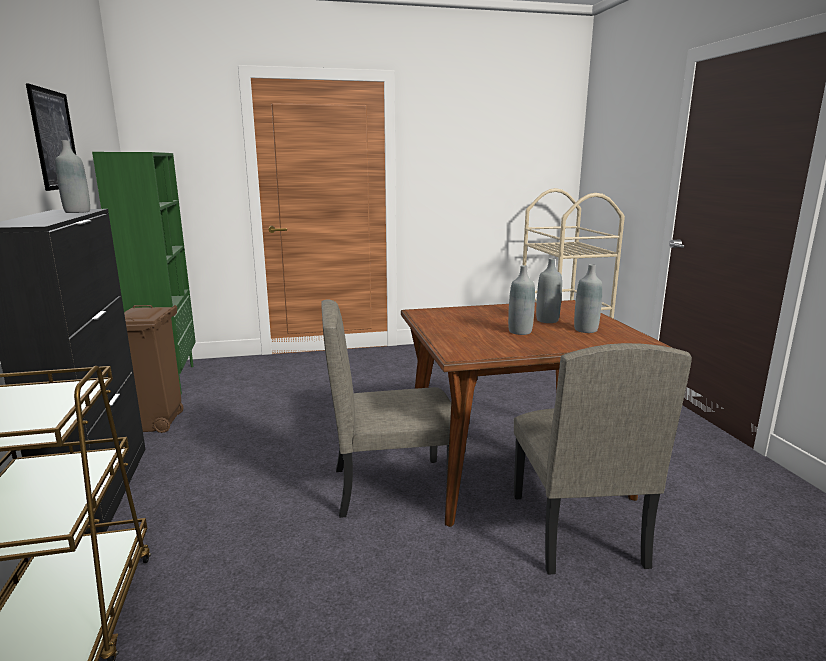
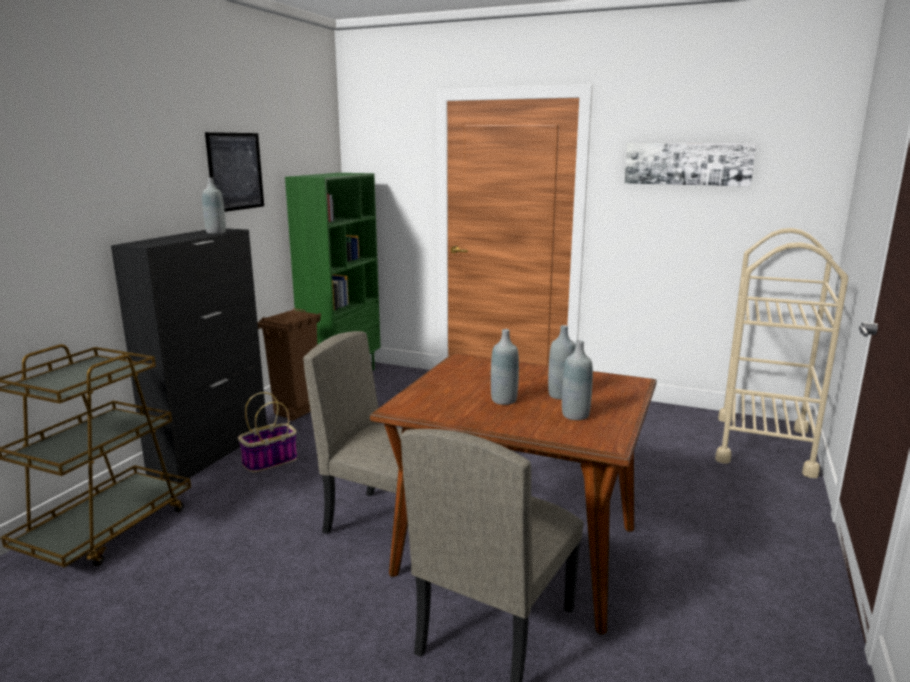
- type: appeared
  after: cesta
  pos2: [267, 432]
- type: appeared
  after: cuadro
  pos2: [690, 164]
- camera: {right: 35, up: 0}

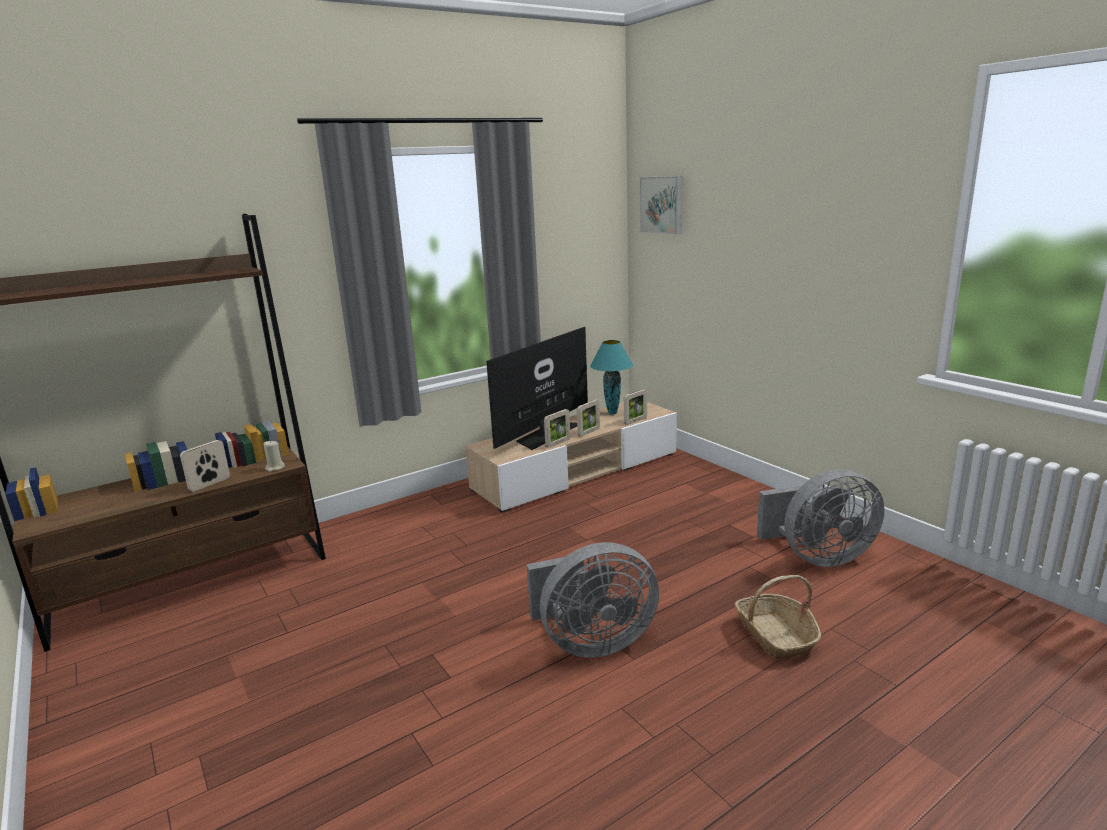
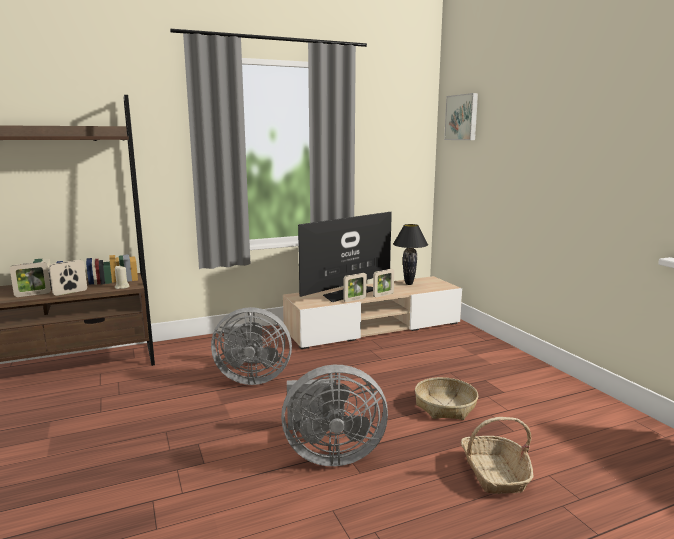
- type: relocated
  before: portarretratos
  pos1: [635, 407]
  pos2: [30, 279]
- type: relocated
  before: ventilador [gris]
  pos1: [820, 518]
  pos2: [251, 346]
- type: colour
  before: lámpara de mesa [turquesa]
  after: lámpara de mesa [negro]
  pos1: [611, 377]
  pos2: [410, 254]
- type: appeared
  after: cesta
  pos2: [446, 398]
- camera: {right: 10, up: -5}

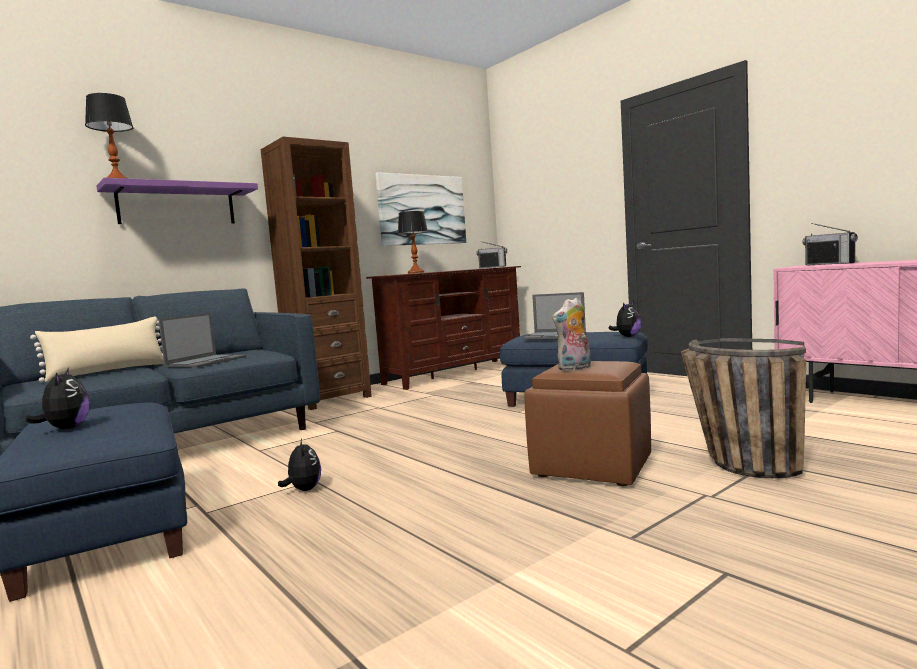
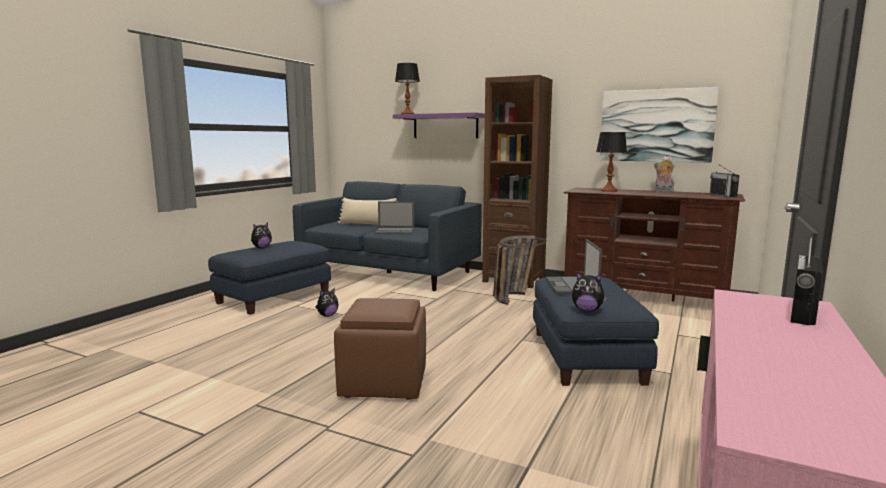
- type: relocated
  before: cesta
  pos1: [743, 408]
  pos2: [520, 270]
- type: relocated
  before: peluche
  pos1: [571, 334]
  pos2: [664, 174]
- camera: {right: 65, up: 5}

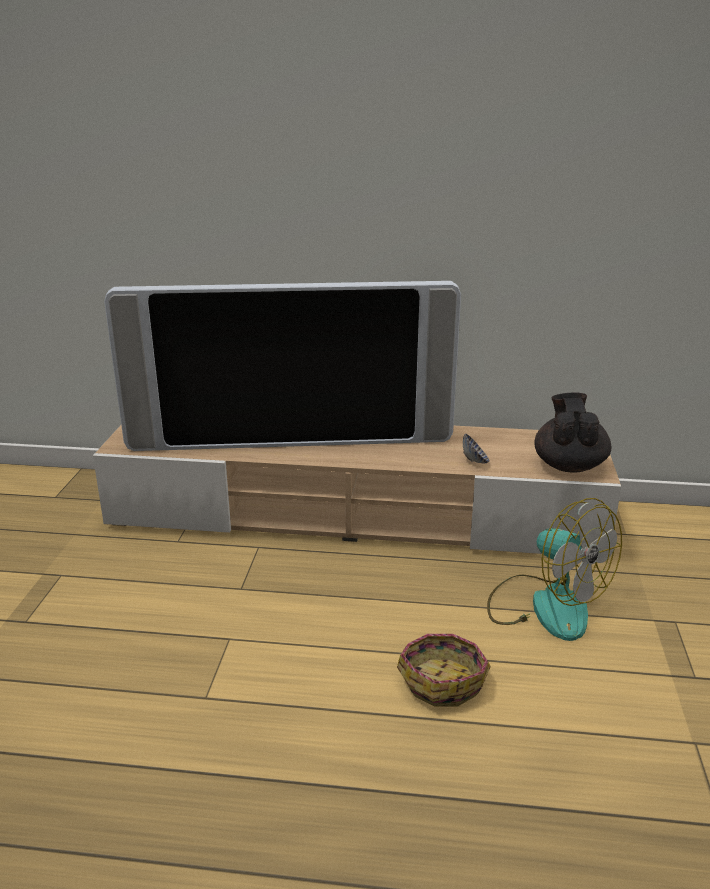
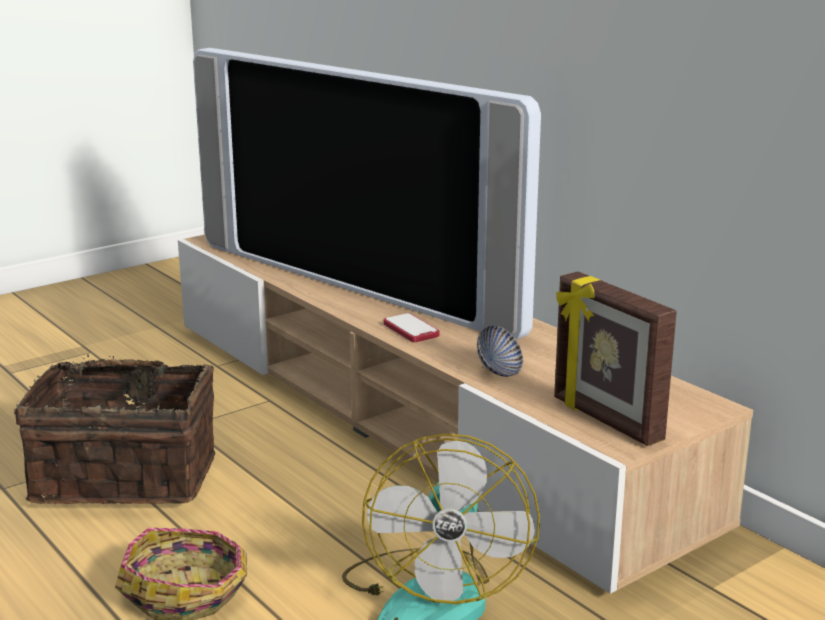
- type: appeared
  after: cesta
  pos2: [114, 429]
- type: appeared
  after: móvil
  pos2: [411, 327]
- type: exchanged
  before: tetera [negro]
  after: portarretratos
  pos1: [573, 432]
  pos2: [615, 359]
- camera: {right: 45, up: -5}

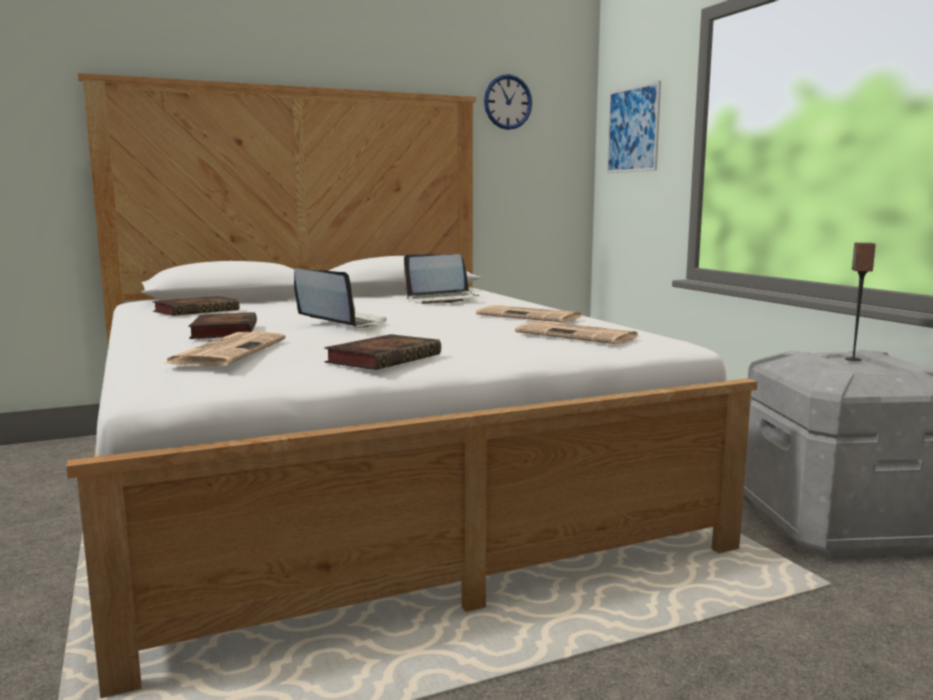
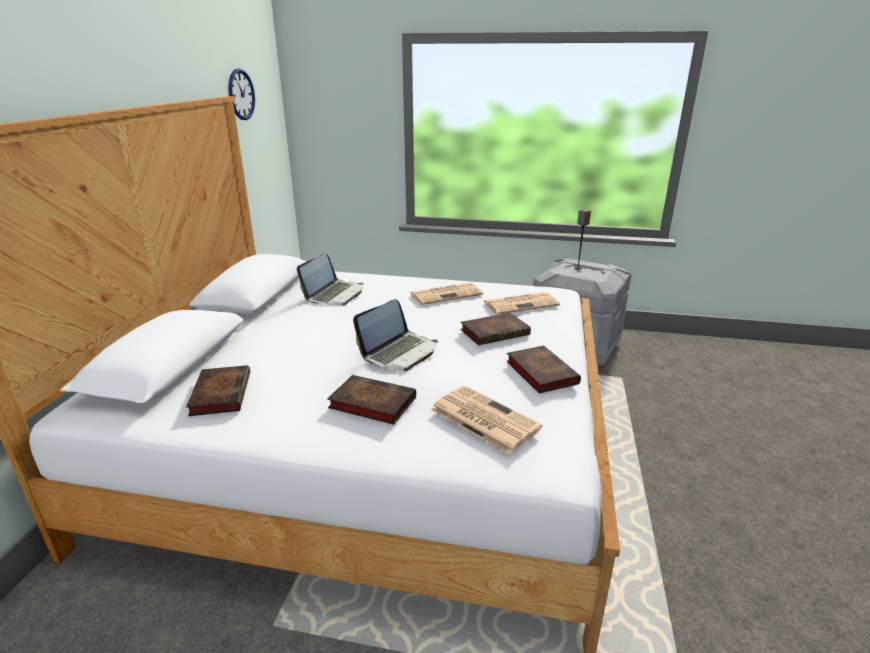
- type: spun
  before: portátil
  pos1: [340, 298]
  pos2: [395, 335]
  turn: 150
- type: appeared
  after: libro
  pos2: [495, 329]
- type: missing
  before: cuadro
  pos1: [633, 127]
- camera: {right: -55, up: 15}

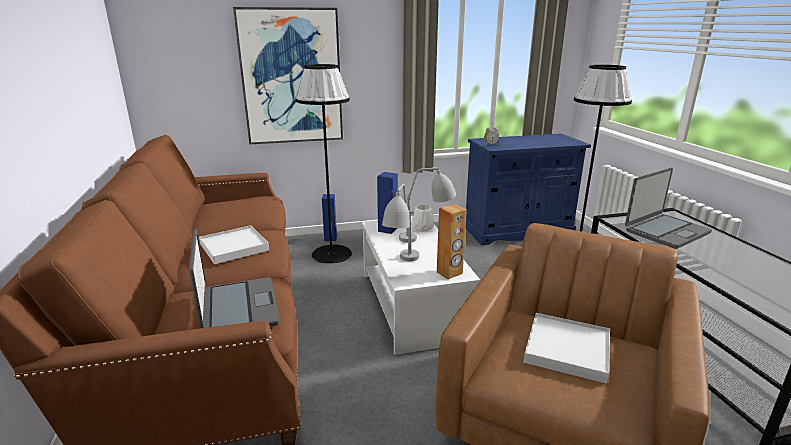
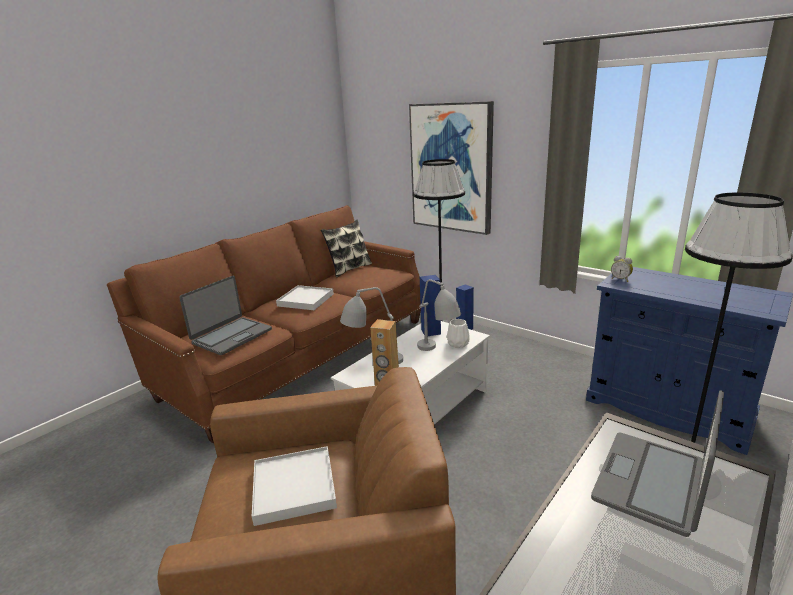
- type: appeared
  after: cojín
  pos2: [346, 248]
- type: spun
  before: portátil
  pos1: [668, 208]
  pos2: [657, 463]
  turn: 105
- camera: {right: 55, up: 0}

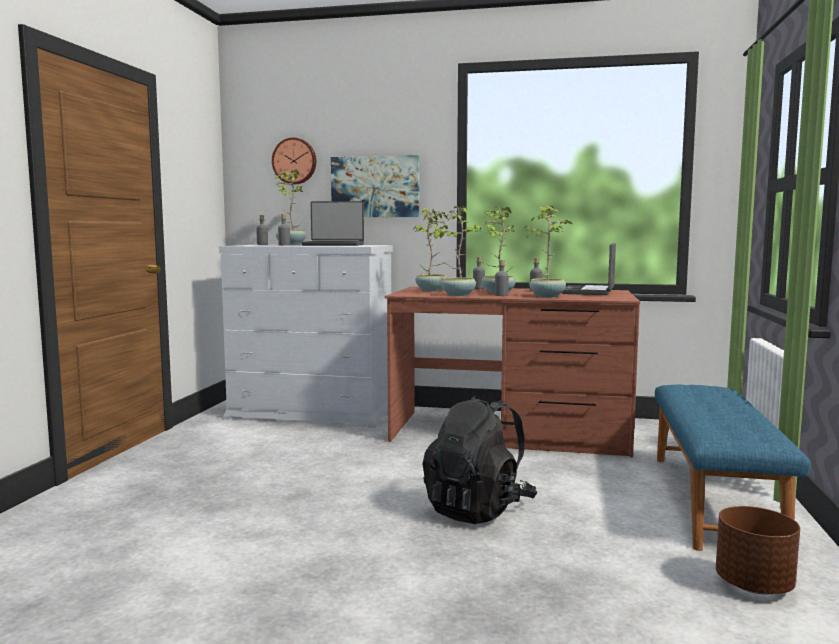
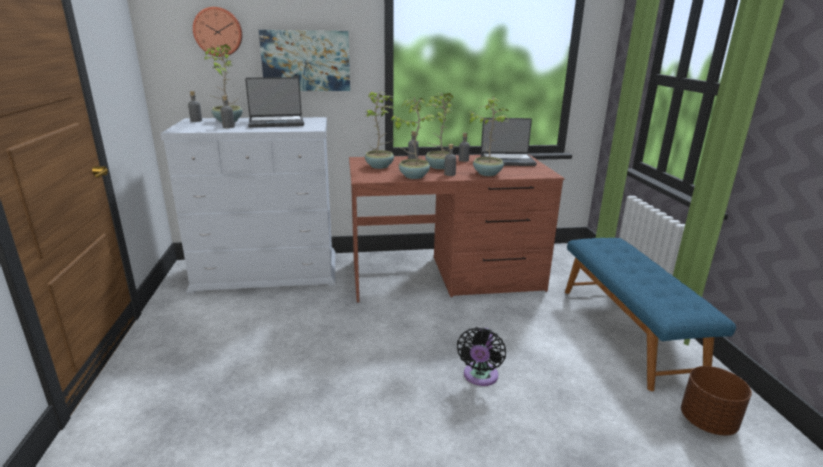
- type: exchanged
  before: mochila [negro]
  after: ventilador [negro]
  pos1: [480, 460]
  pos2: [481, 356]
- type: spun
  before: portátil
  pos1: [589, 269]
  pos2: [509, 142]
  turn: -90
- camera: {right: -20, up: 15}

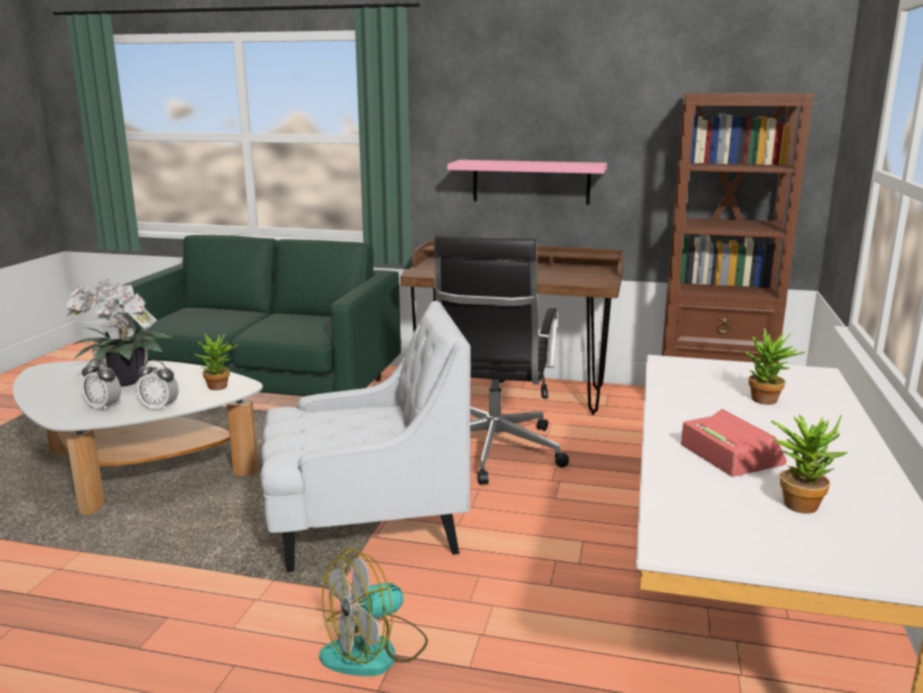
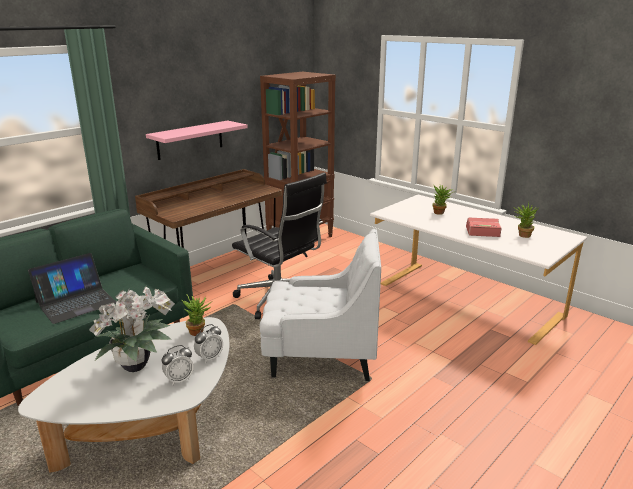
- type: appeared
  after: portátil
  pos2: [72, 288]
- type: spun
  before: sillón [blanco]
  pos1: [365, 436]
  pos2: [320, 305]
  turn: 75
- type: missing
  before: ventilador
  pos1: [373, 612]
- camera: {right: -60, up: 5}

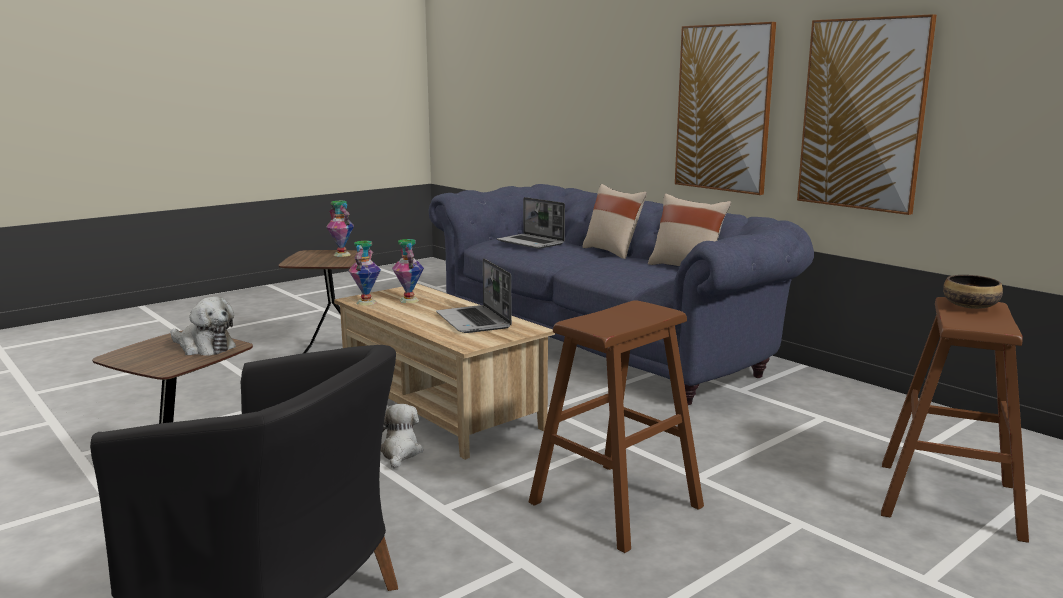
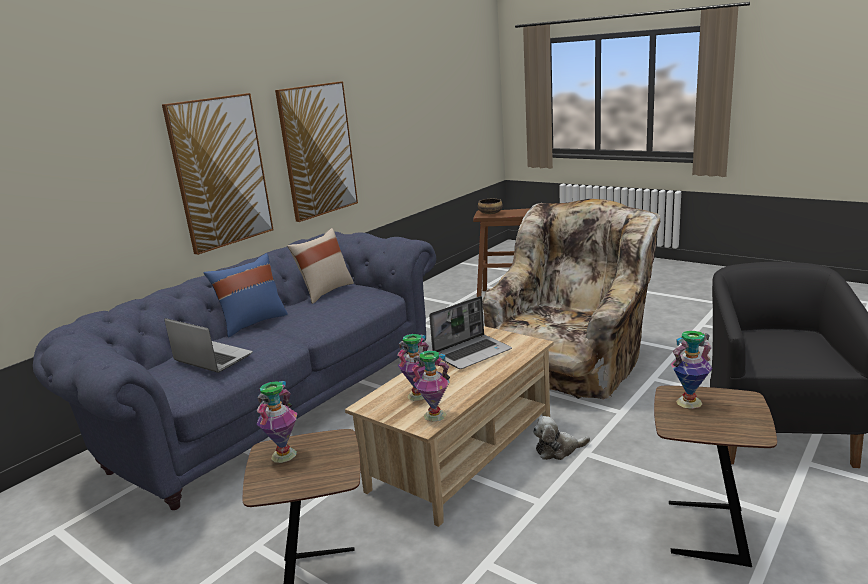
- type: spun
  before: portátil
  pos1: [531, 223]
  pos2: [208, 345]
  turn: -90
- type: colour
  before: cojín [beis]
  after: cojín [azul]
  pos1: [614, 221]
  pos2: [245, 295]
- type: exchanged
  before: taburete [marrón]
  after: sillón [beis]
  pos1: [616, 426]
  pos2: [571, 299]
- type: exchanged
  before: peluche
  after: florero
  pos1: [203, 326]
  pos2: [692, 370]
- camera: {right: -100, up: 5}

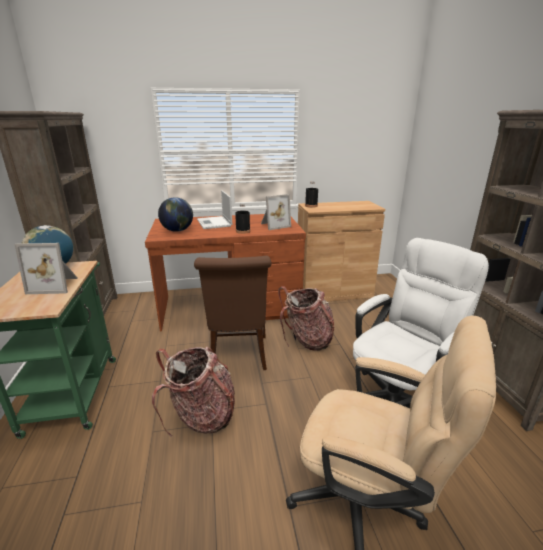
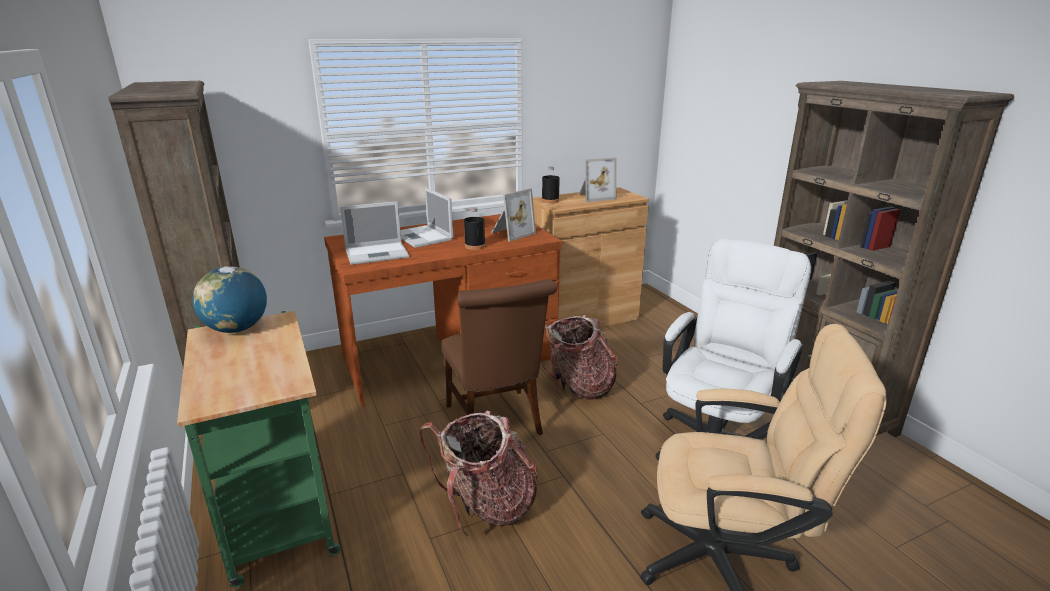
- type: exchanged
  before: globo terráqueo
  after: portátil
  pos1: [175, 214]
  pos2: [374, 233]
- type: relocated
  before: portarretratos
  pos1: [46, 268]
  pos2: [597, 180]
- camera: {right: -15, up: 0}

